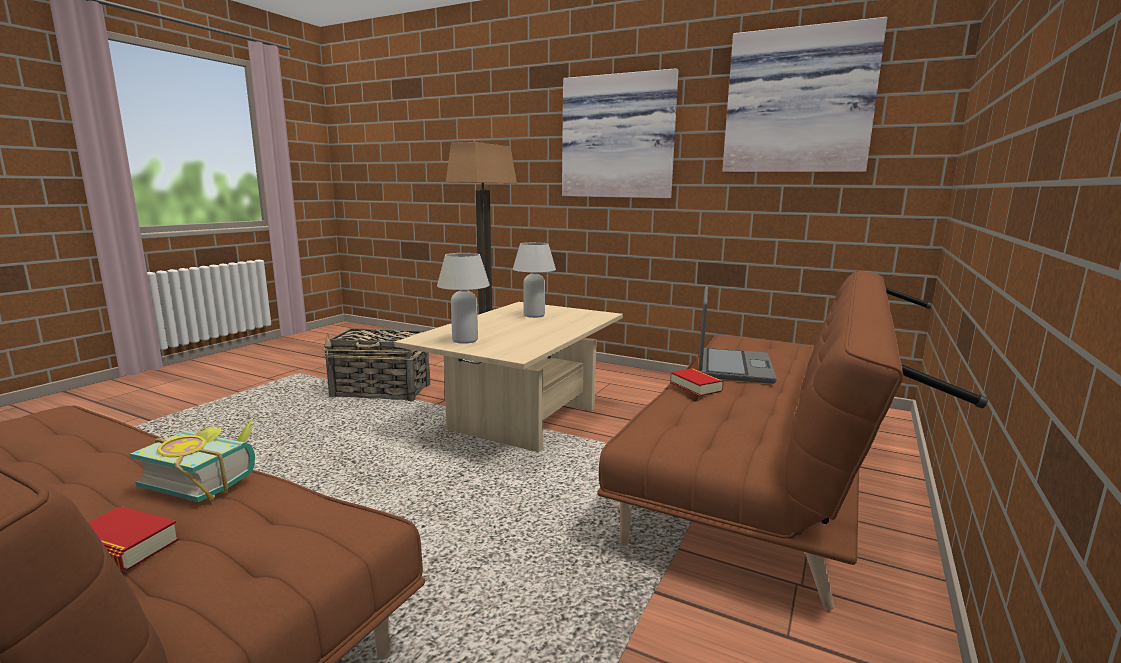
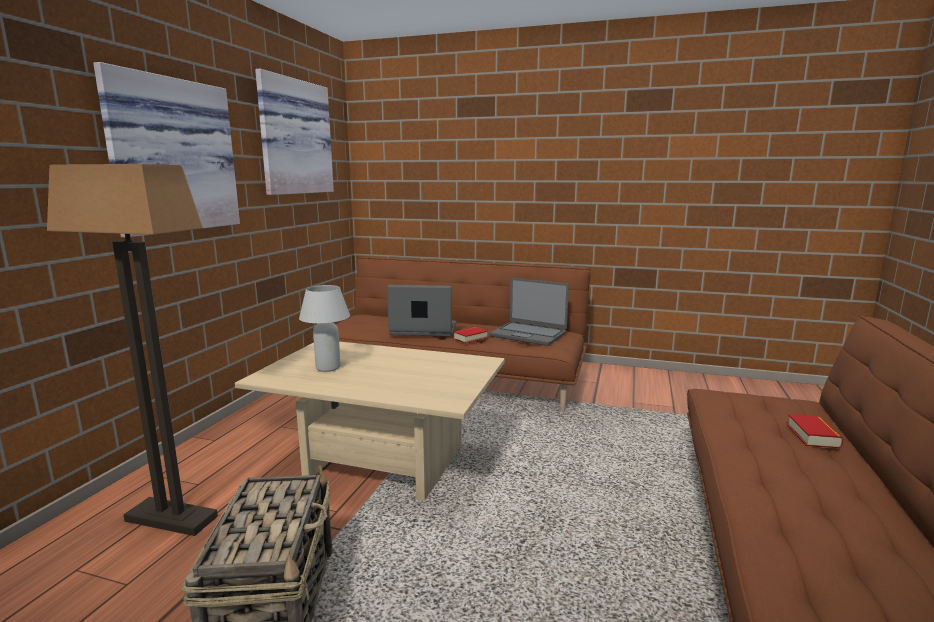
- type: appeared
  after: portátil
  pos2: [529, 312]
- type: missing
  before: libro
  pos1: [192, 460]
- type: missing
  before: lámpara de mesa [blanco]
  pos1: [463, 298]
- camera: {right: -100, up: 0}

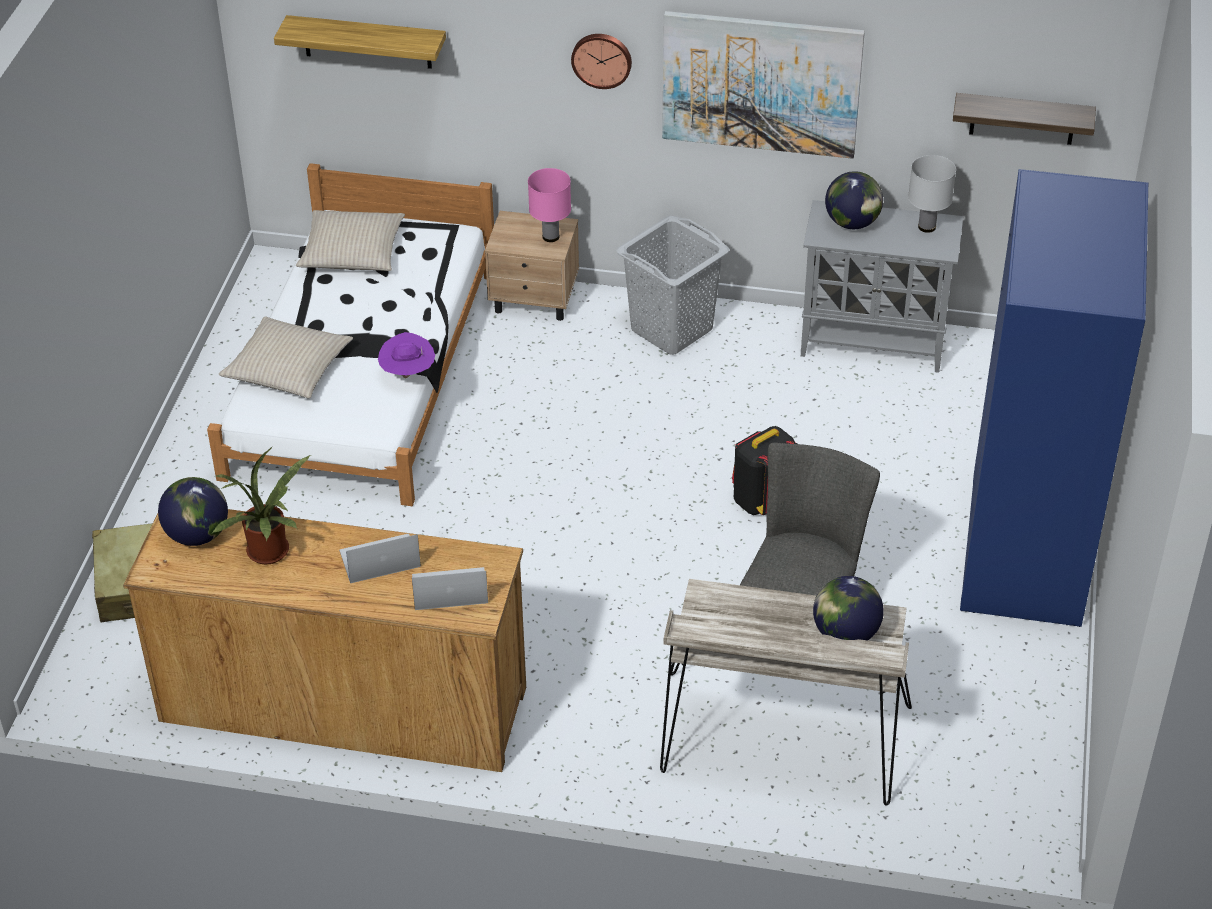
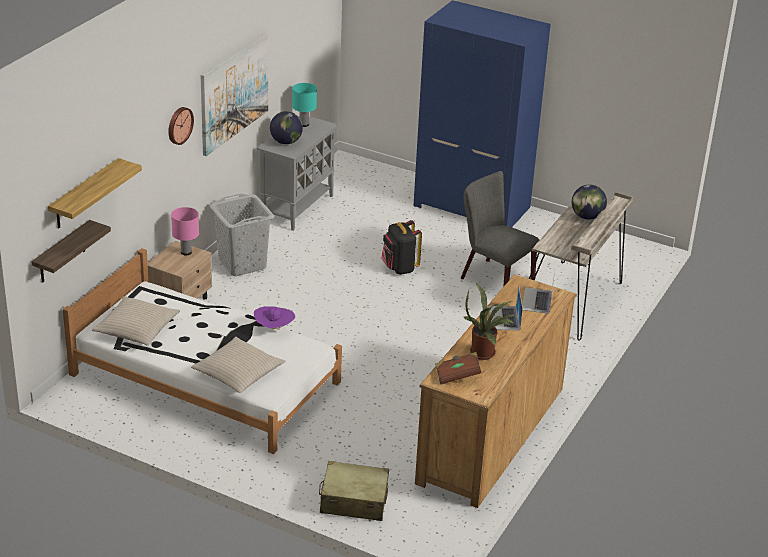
- type: relocated
  before: estante
  pos1: [1024, 119]
  pos2: [71, 251]
- type: colour
  before: lámpara de mesa [blanco]
  after: lámpara de mesa [turquesa]
  pos1: [932, 194]
  pos2: [304, 105]
- type: exchanged
  before: globo terráqueo
  after: libro [marrón]
  pos1: [193, 511]
  pos2: [458, 368]
- camera: {right: -75, up: -10}

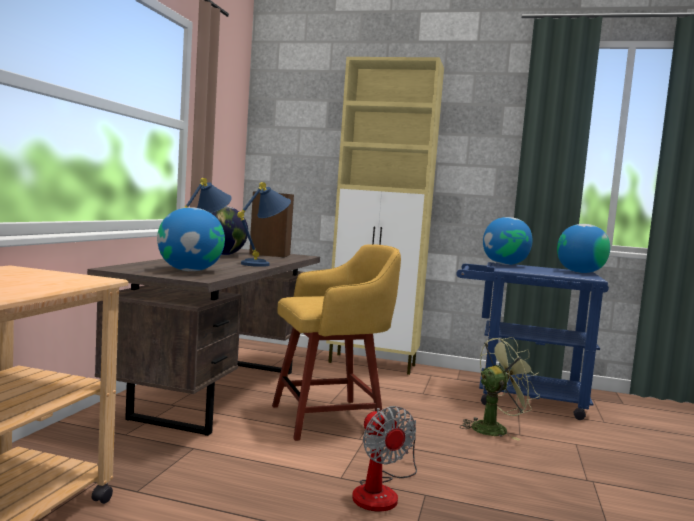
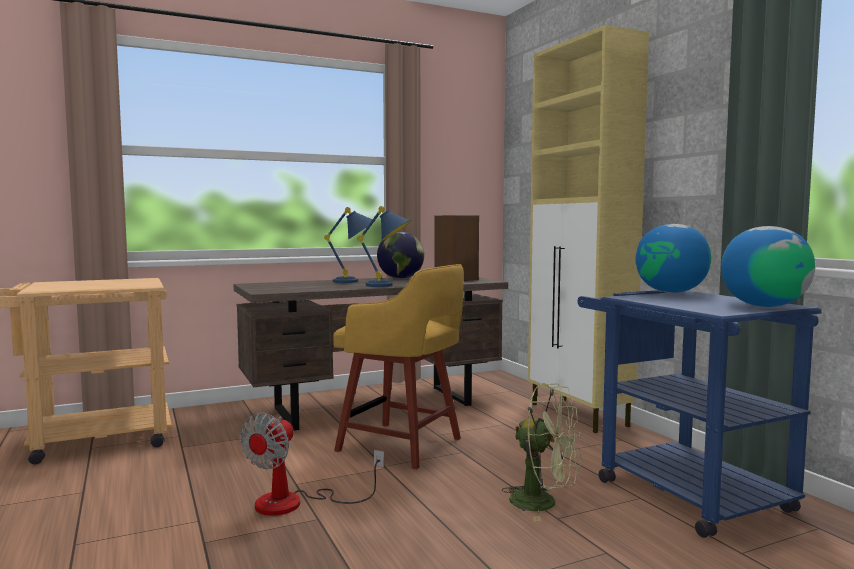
- type: missing
  before: globo terráqueo
  pos1: [191, 239]
- camera: {right: 50, up: 0}

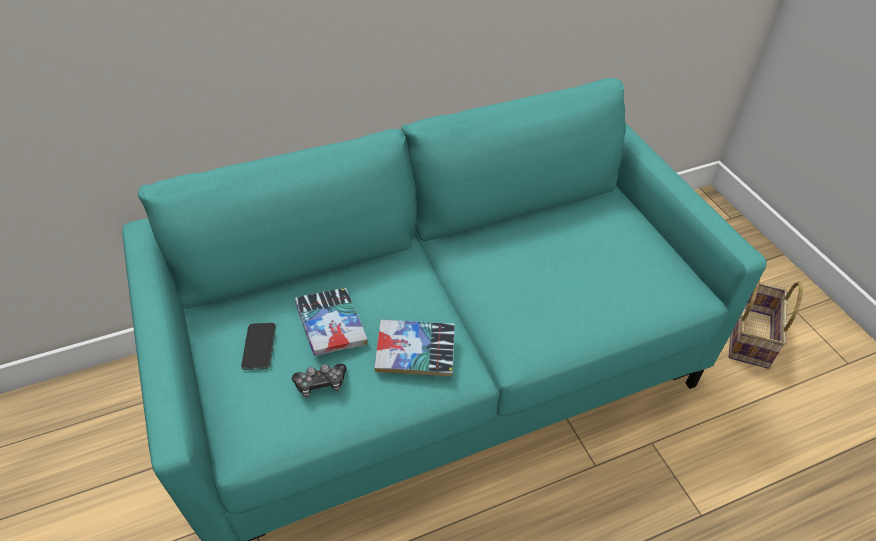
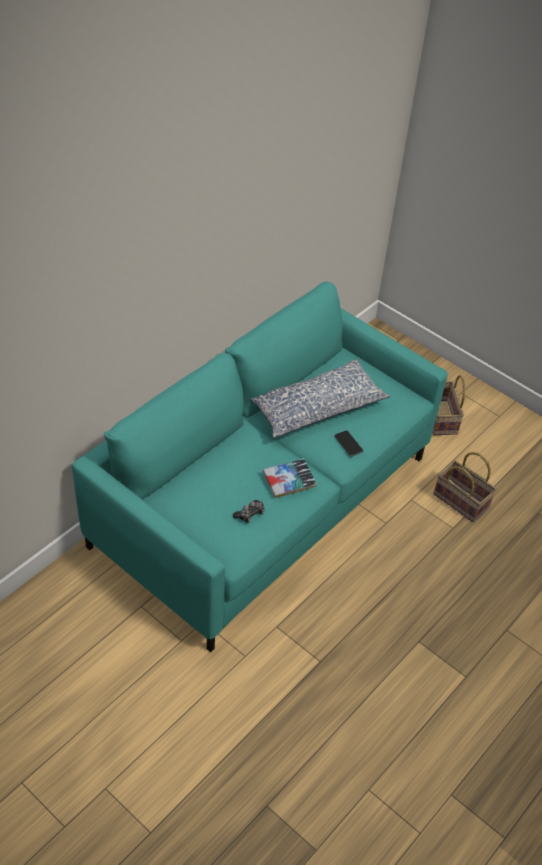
- type: appeared
  after: cojín
  pos2: [320, 399]
- type: relocated
  before: móvil
  pos1: [258, 346]
  pos2: [349, 443]
- type: appeared
  after: cesta
  pos2: [465, 487]
- type: missing
  before: libro
  pos1: [331, 322]
- camera: {right: -30, up: 0}

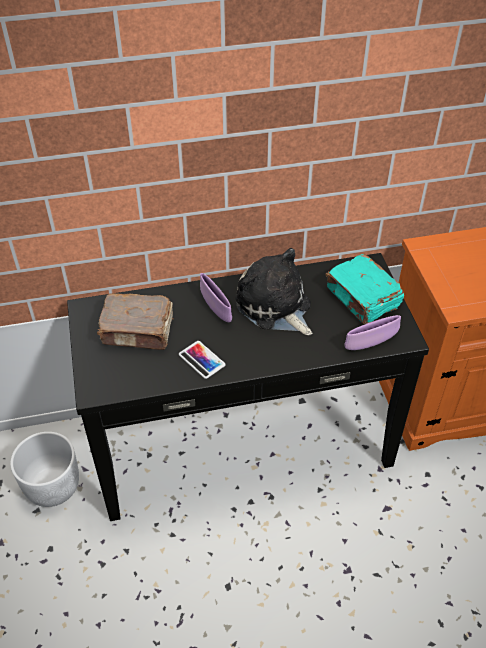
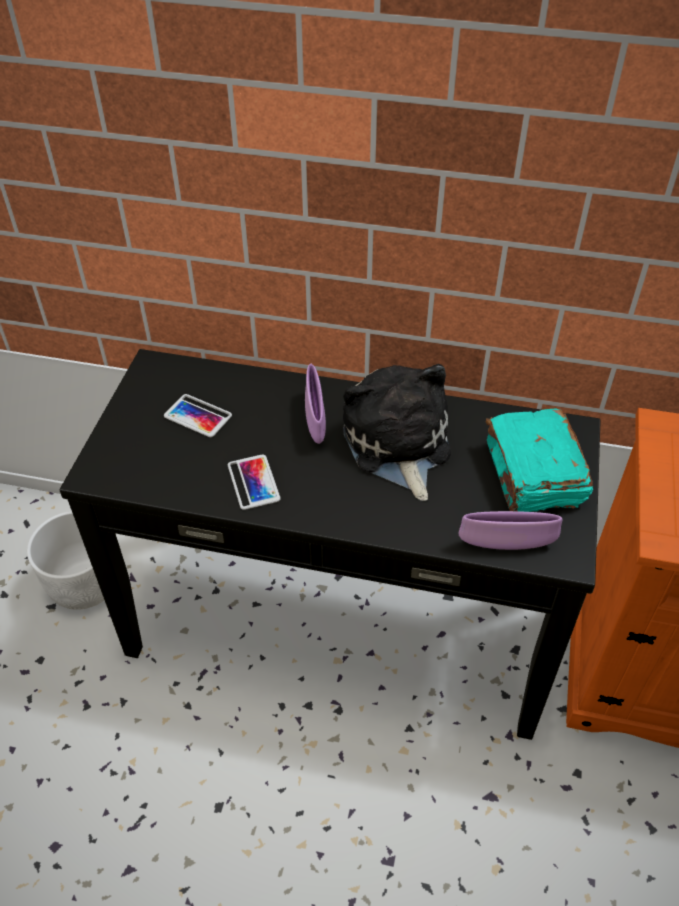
- type: exchanged
  before: libro [marrón]
  after: móvil
  pos1: [135, 321]
  pos2: [198, 415]
- camera: {right: 25, up: 0}

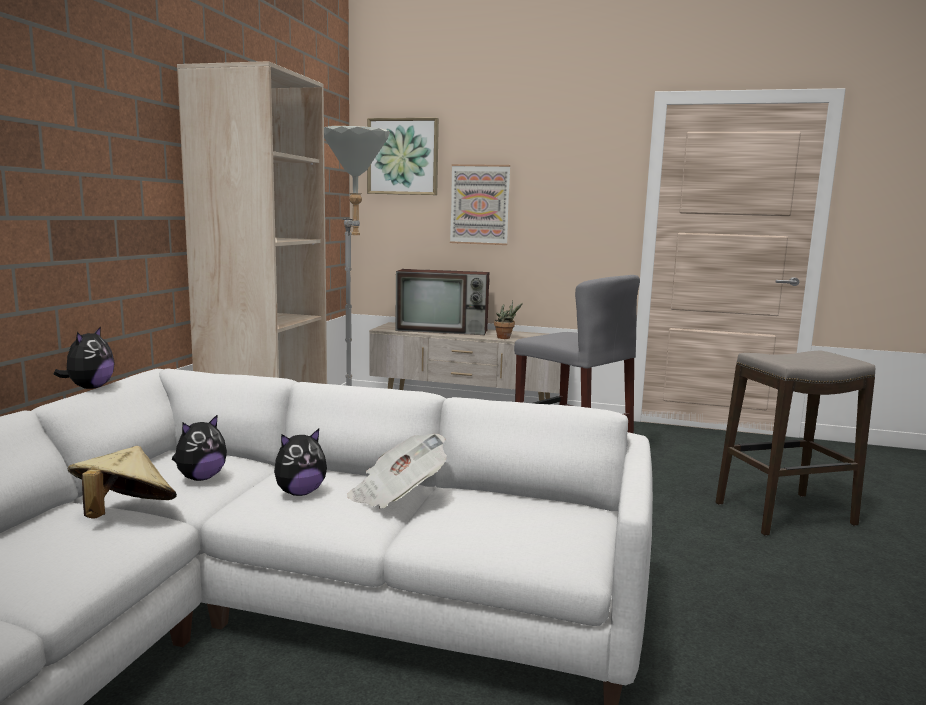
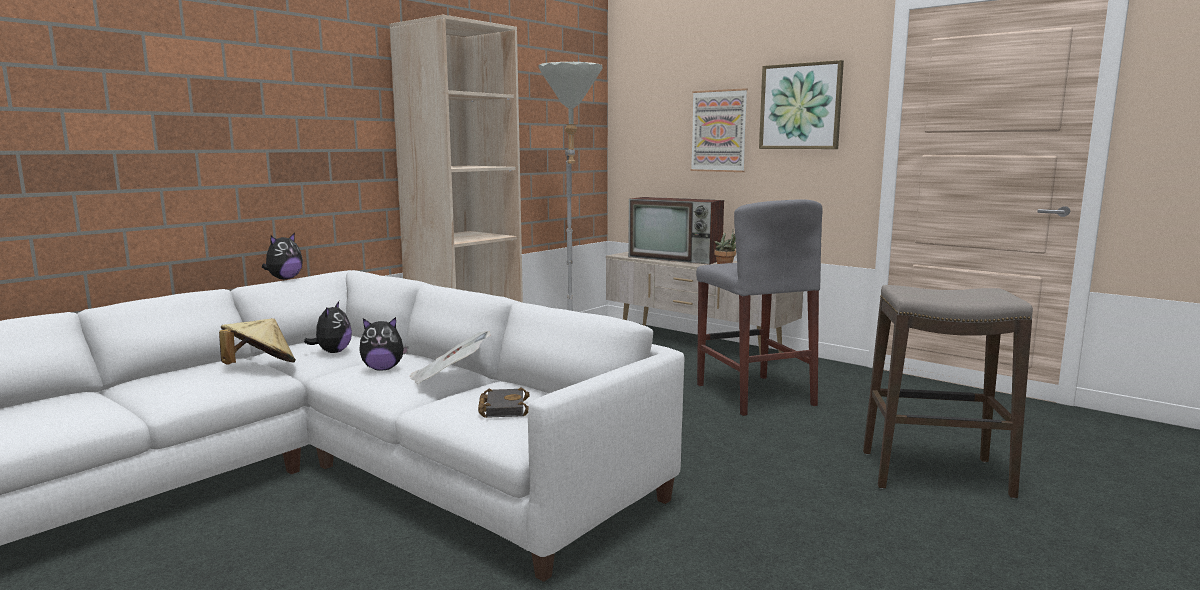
- type: spun
  before: peluche
  pos1: [199, 447]
  pos2: [328, 327]
  turn: -60
- type: appeared
  after: libro [negro]
  pos2: [504, 402]
- type: relocated
  before: cuadro
  pos1: [403, 156]
  pos2: [801, 104]
- camera: {right: 25, up: 0}

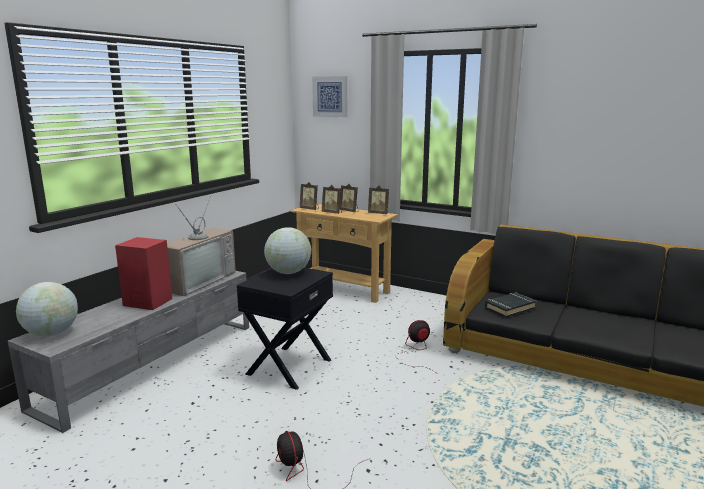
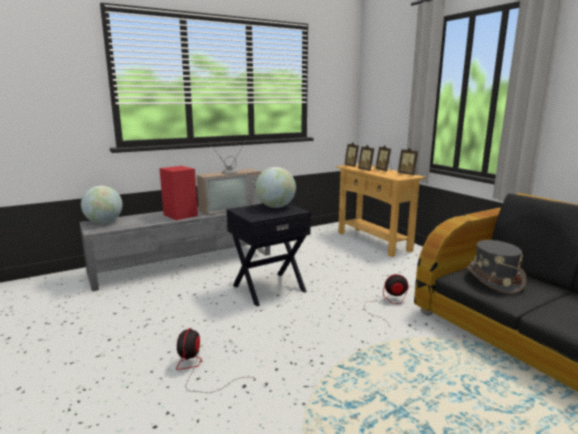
- type: exchanged
  before: libro [negro]
  after: sombrero [gris]
  pos1: [511, 305]
  pos2: [496, 267]
- type: missing
  before: cuadro
  pos1: [329, 96]
- camera: {right: 30, up: 0}

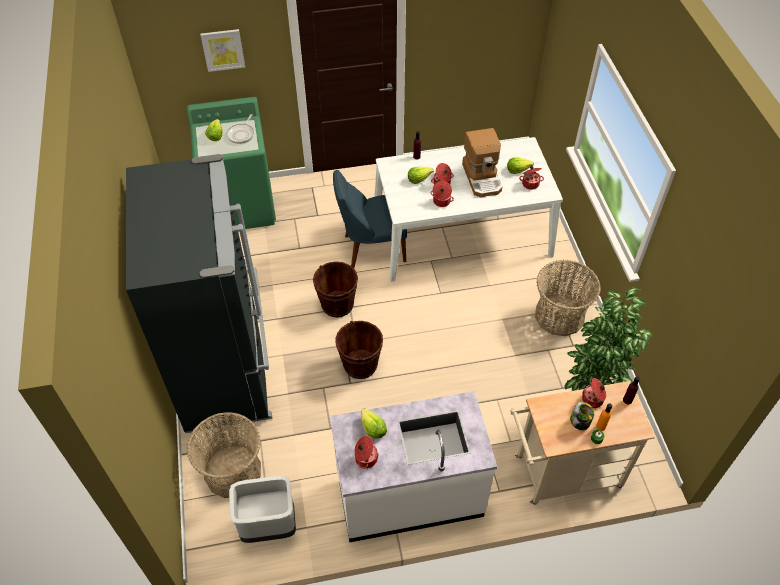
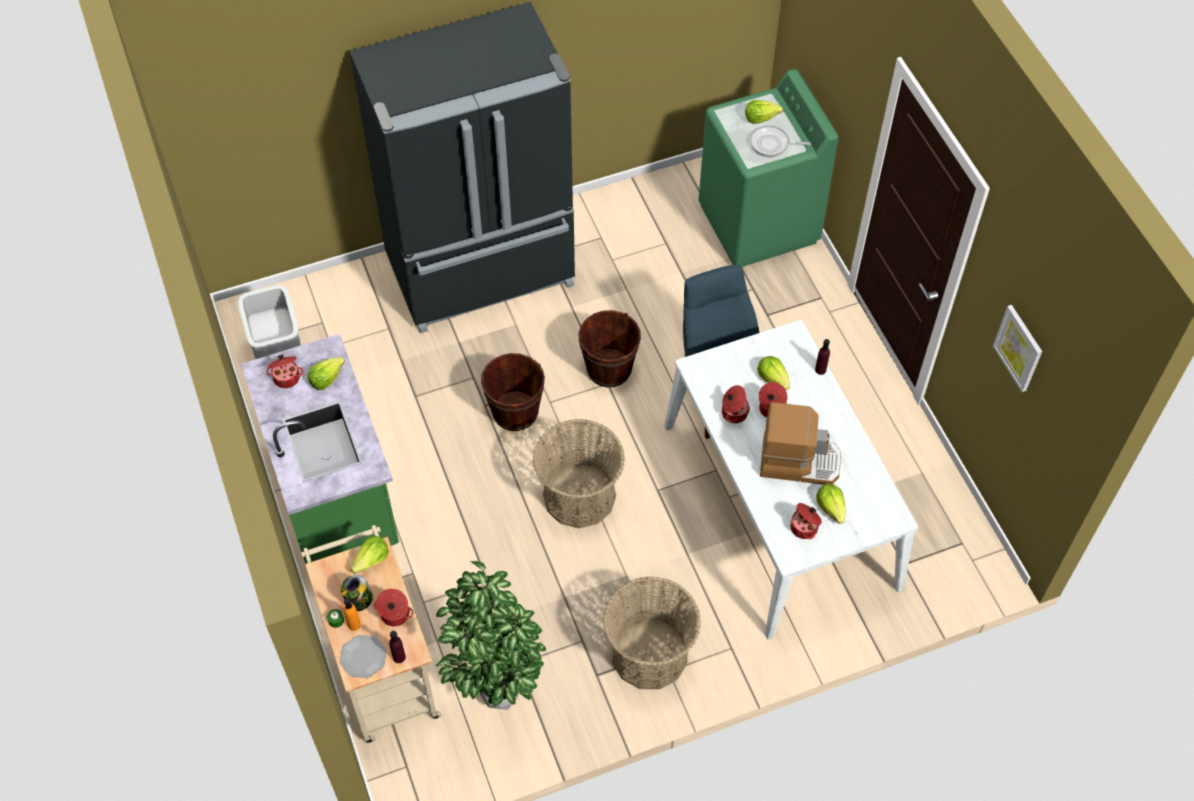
- type: colour
  before: mueble bajo de cocina [blanco]
  after: mueble bajo de cocina [verde]
  pos1: [413, 466]
  pos2: [320, 449]
- type: appeared
  after: plato
  pos2: [363, 656]
- type: appeared
  after: lechuga
  pos2: [370, 555]
- type: relocated
  before: cesta
  pos1: [224, 455]
  pos2: [579, 473]
- type: spun
  before: cafetera
  pos1: [482, 162]
  pos2: [800, 443]
  turn: -150
- type: relocated
  before: cuadro
  pos1: [222, 50]
  pos2: [1017, 348]
- camera: {right: 80, up: 5}

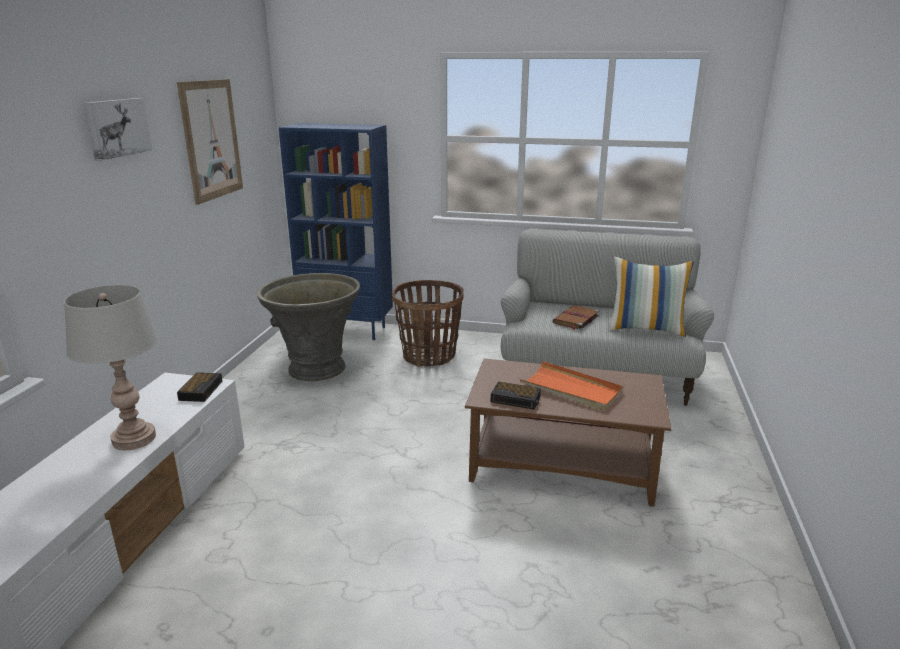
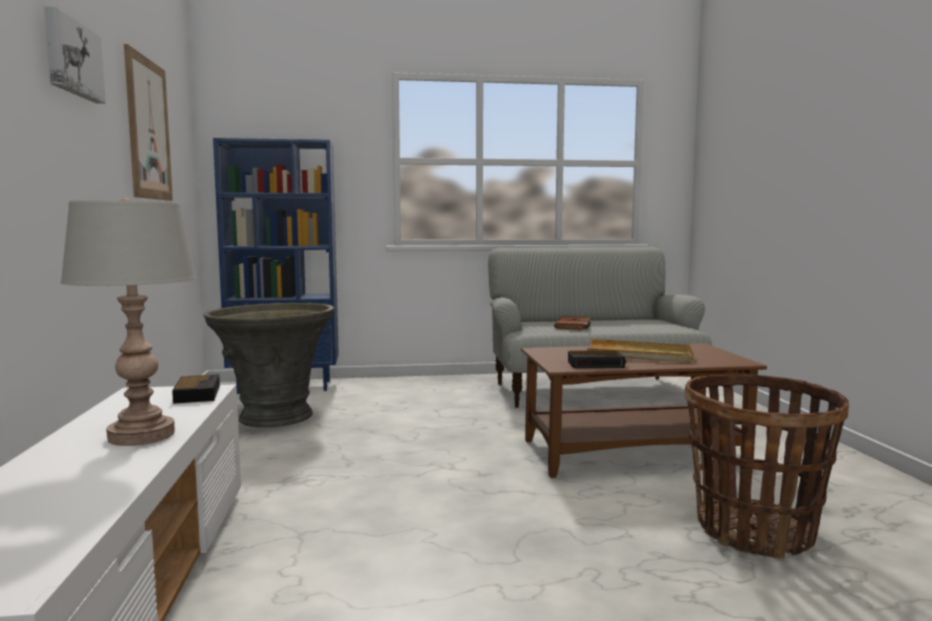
- type: colour
  before: bandeja [naranja]
  after: bandeja [beis]
  pos1: [571, 386]
  pos2: [640, 351]
- type: relocated
  before: cesta
  pos1: [428, 323]
  pos2: [767, 466]
- type: missing
  before: cojín
  pos1: [651, 297]
- camera: {right: -20, up: -15}

